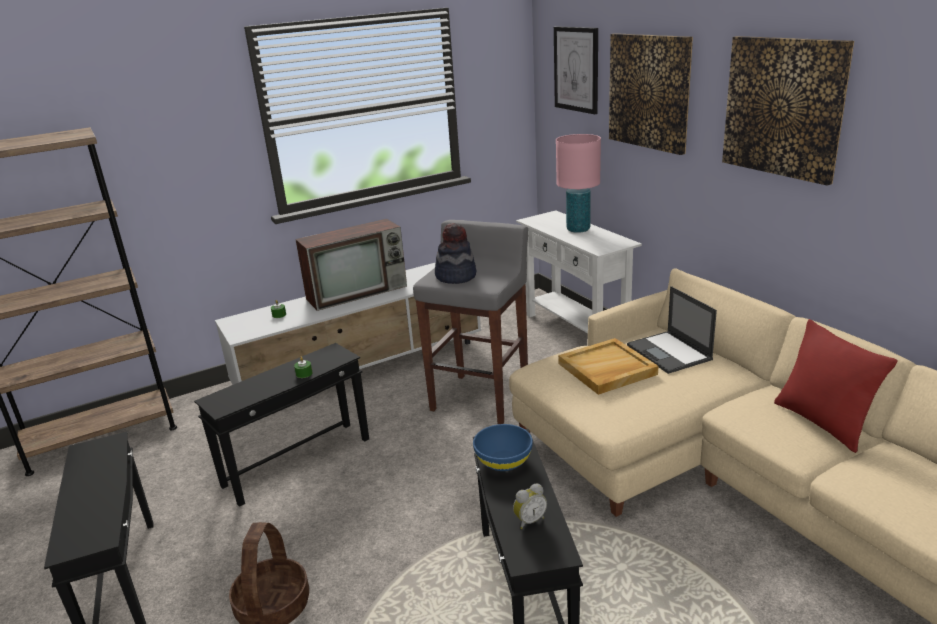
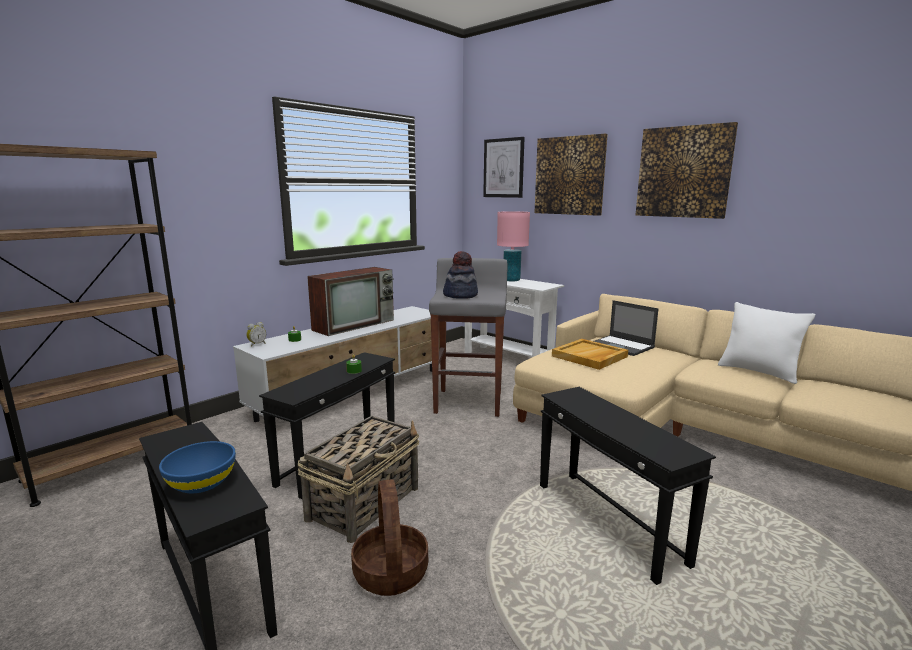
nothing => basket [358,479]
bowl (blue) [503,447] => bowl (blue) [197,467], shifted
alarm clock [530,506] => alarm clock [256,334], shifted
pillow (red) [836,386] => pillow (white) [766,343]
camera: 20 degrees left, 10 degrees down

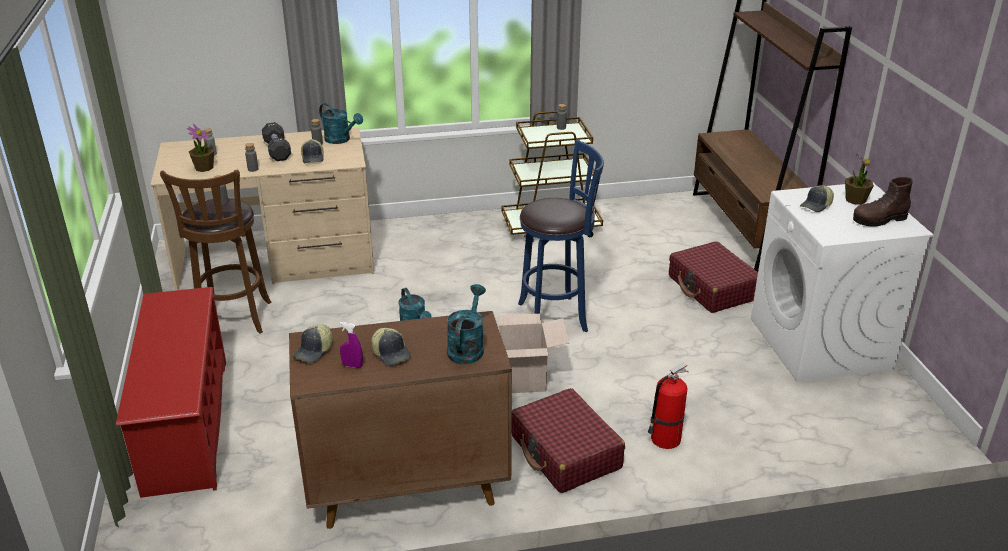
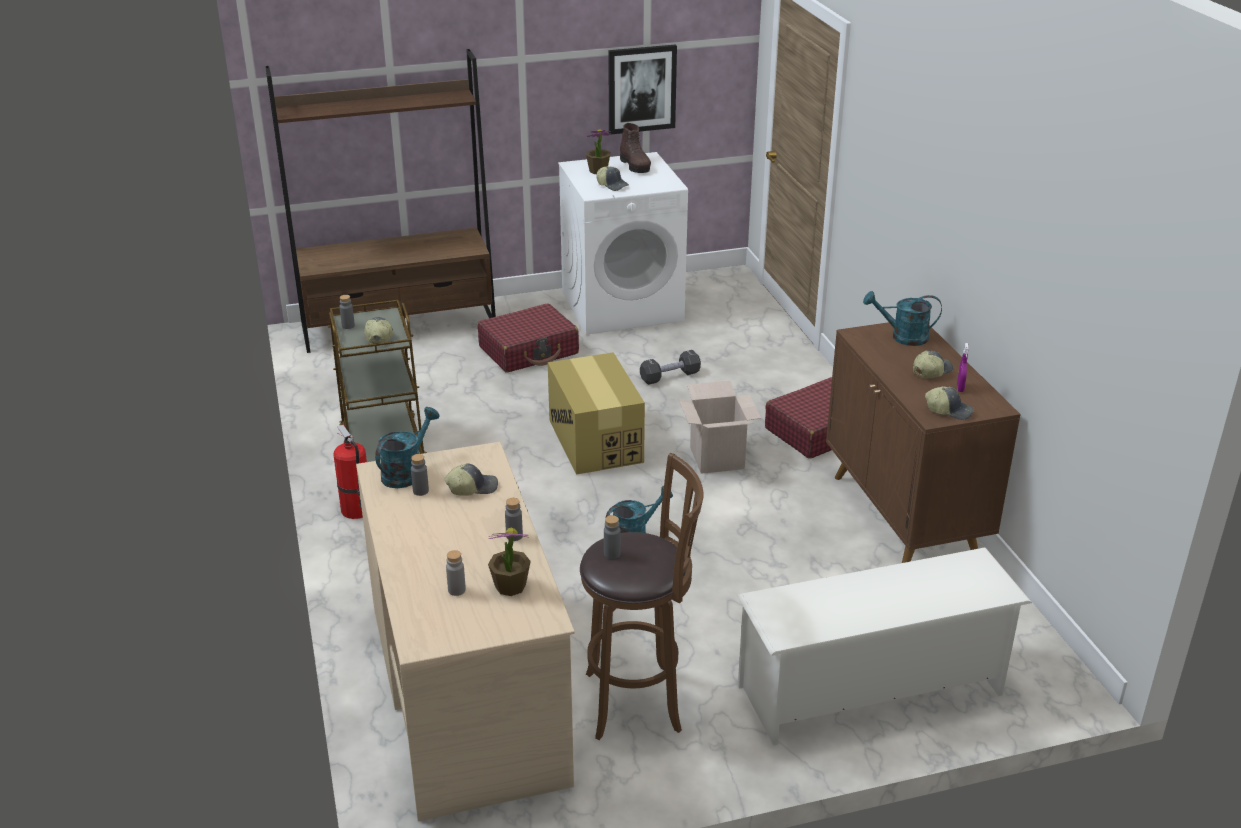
nothing => cap [378,330]
nothing => picture [642,89]
dumbbell (black) [276,141] => dumbbell (black) [670,367], shifted
fire extinguisher [668,405] => fire extinguisher [350,472], shifted
stool (blue) [561,235] => cardboard box [596,413]
shoe rack (red) [171,392] => shoe rack (white) [884,647]
camera: 95 degrees left, 0 degrees up

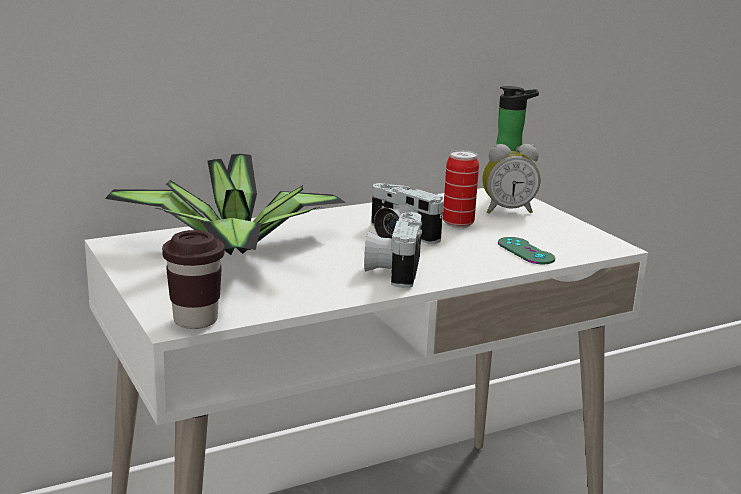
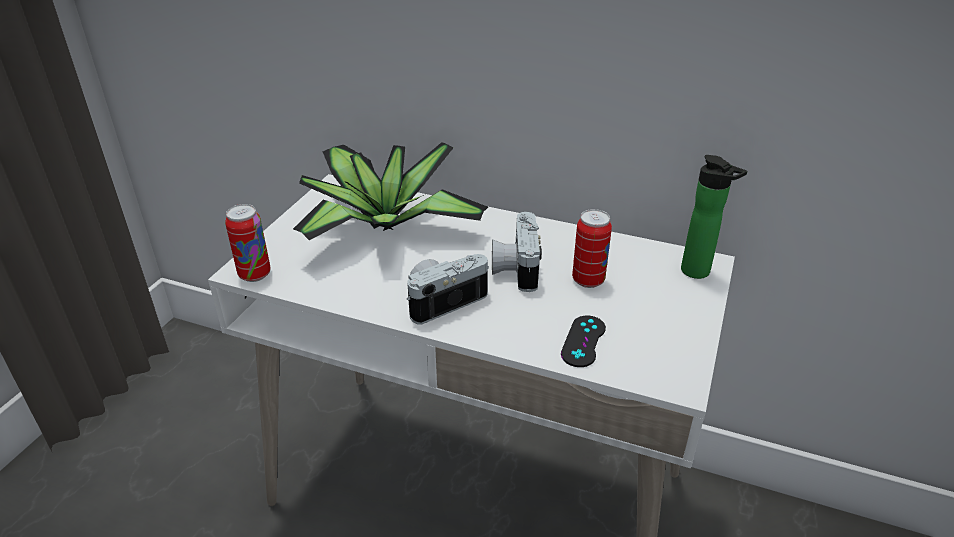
alarm clock [512,179] => nothing
cup (brown) [193,279] => can [248,243]
game controller (green) [526,250] => game controller (black) [583,341]
camera: 50 degrees right, 15 degrees up

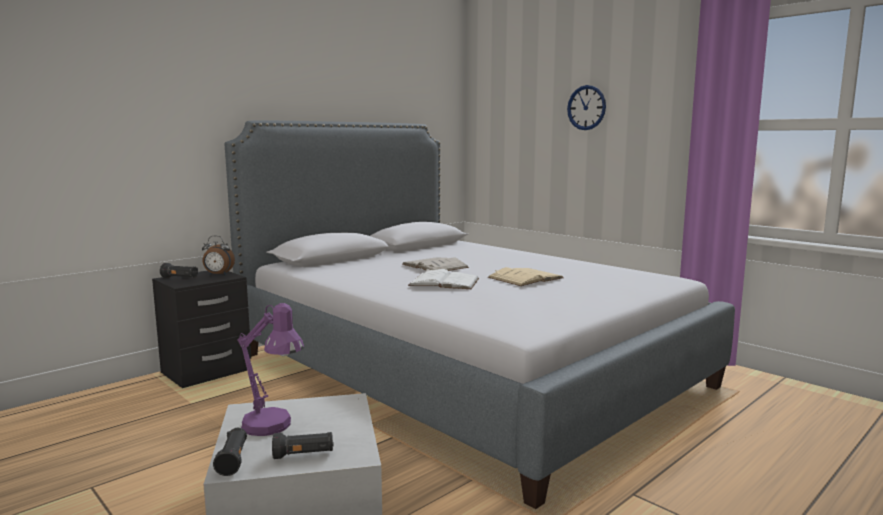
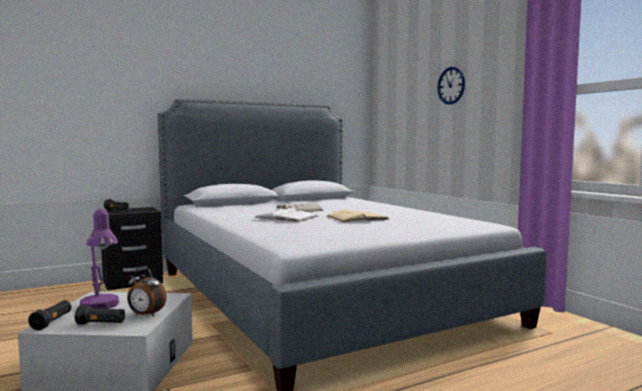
alarm clock [218,255] => alarm clock [147,292], shifted
camera: 15 degrees right, 5 degrees down

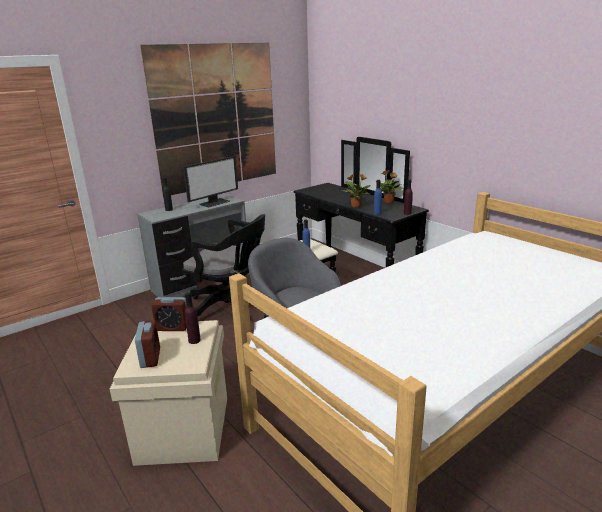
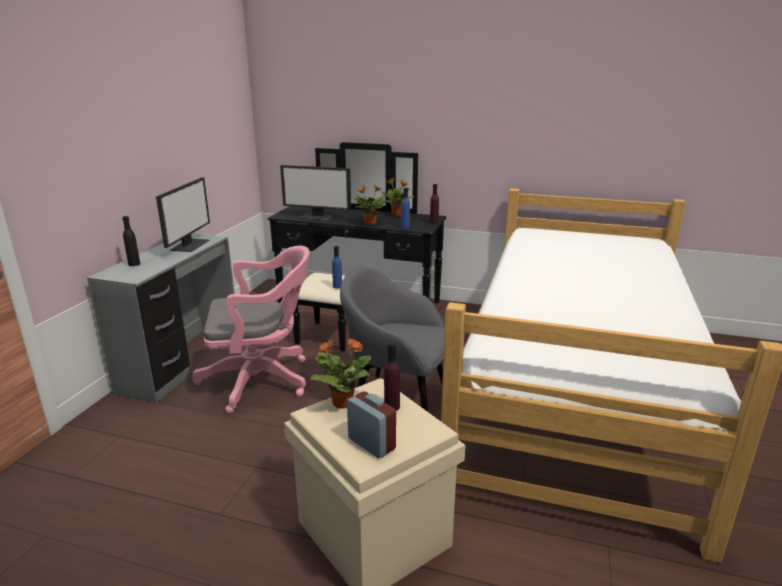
picture [208,119] => nothing
nothing => monitor [315,192]
alarm clock [169,314] => potted plant [340,373]
office chair (black) [223,265] => office chair (pink) [250,330]
camera: 35 degrees left, 0 degrees up

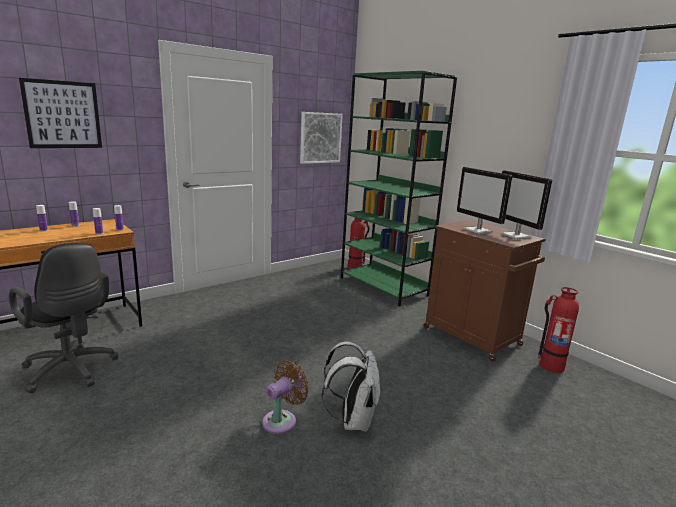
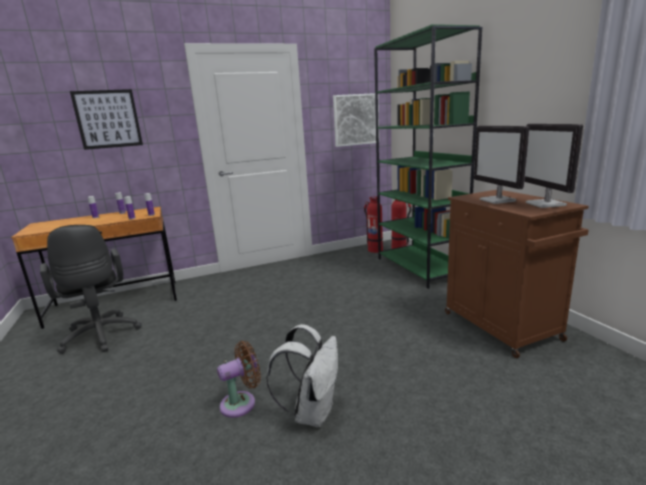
fire extinguisher [558,330] => fire extinguisher [373,224], shifted
camera: 20 degrees right, 0 degrees up

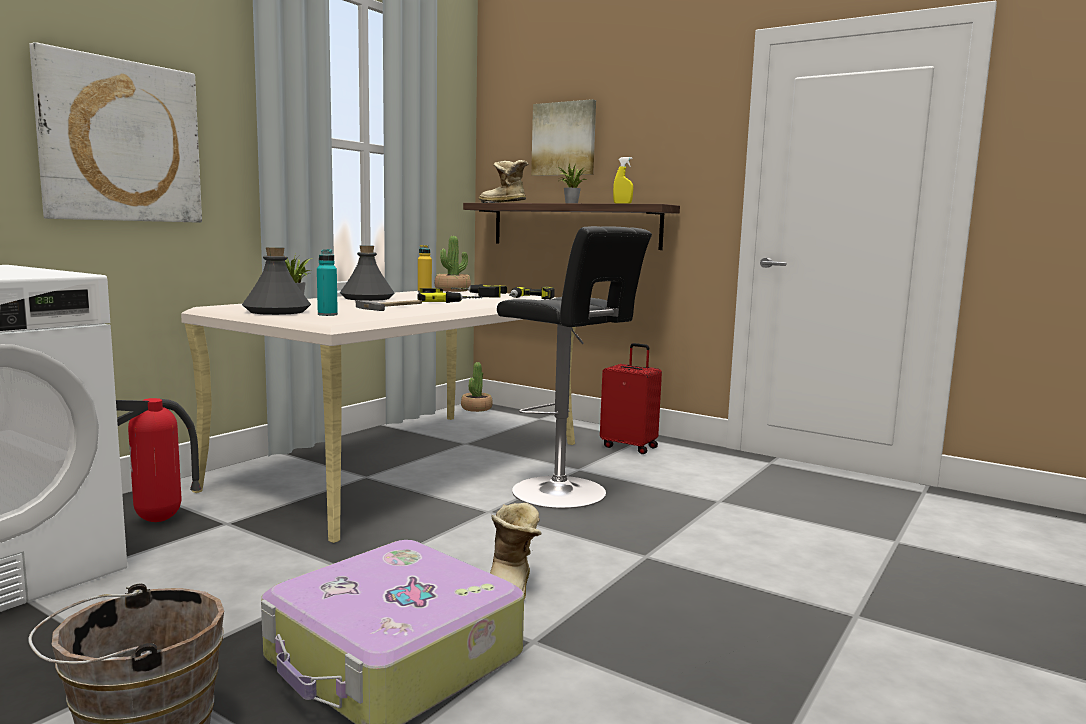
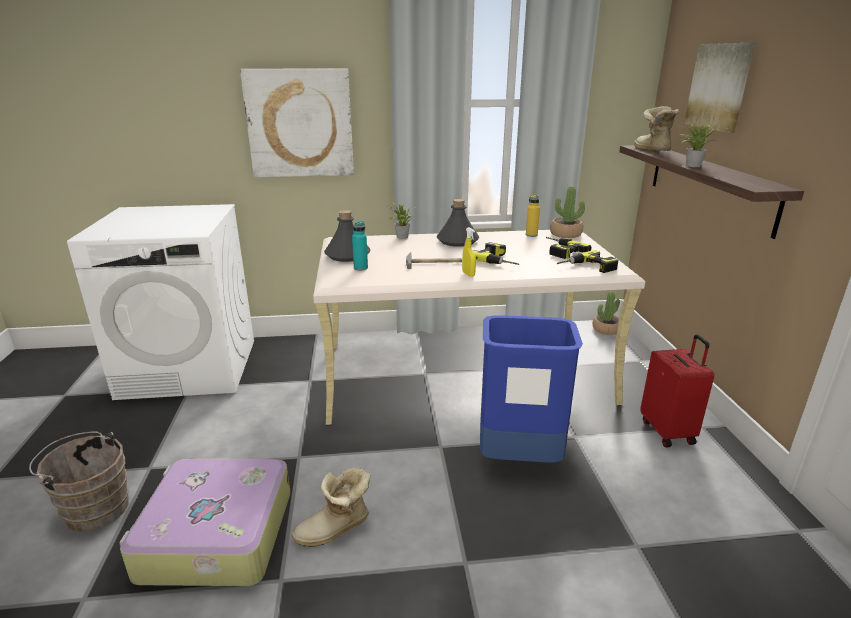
fire extinguisher [158,460] => nothing
spray bottle (yellow) [623,180] => spray bottle (yellow) [469,252], shifted
stool (black) [574,367] => trash can (blue) [531,388]
camera: 50 degrees right, 15 degrees up

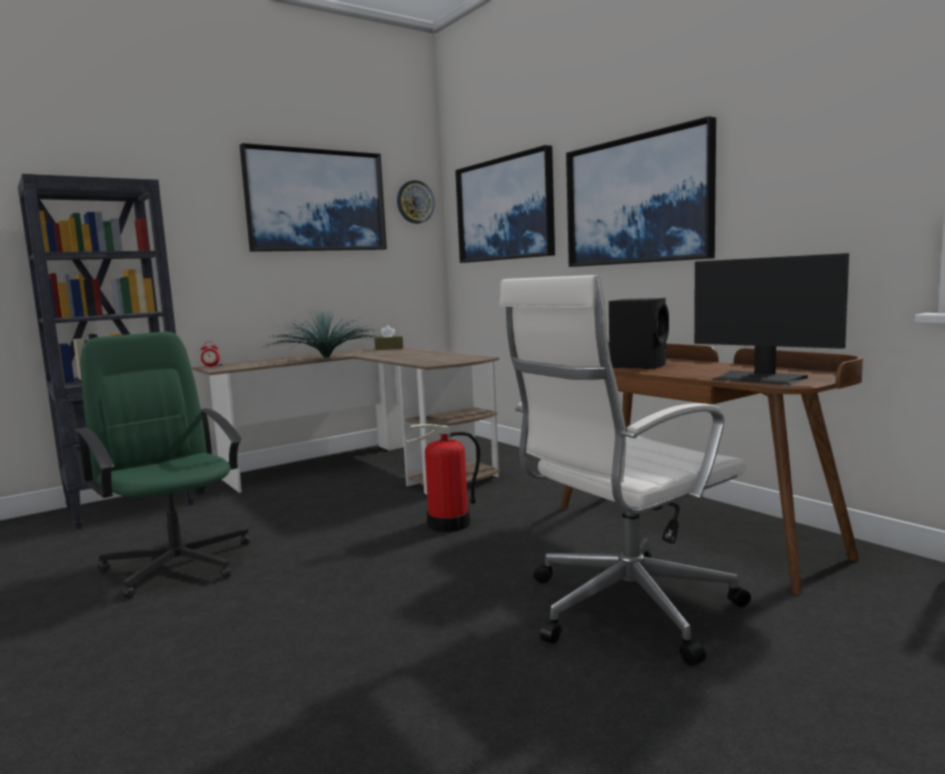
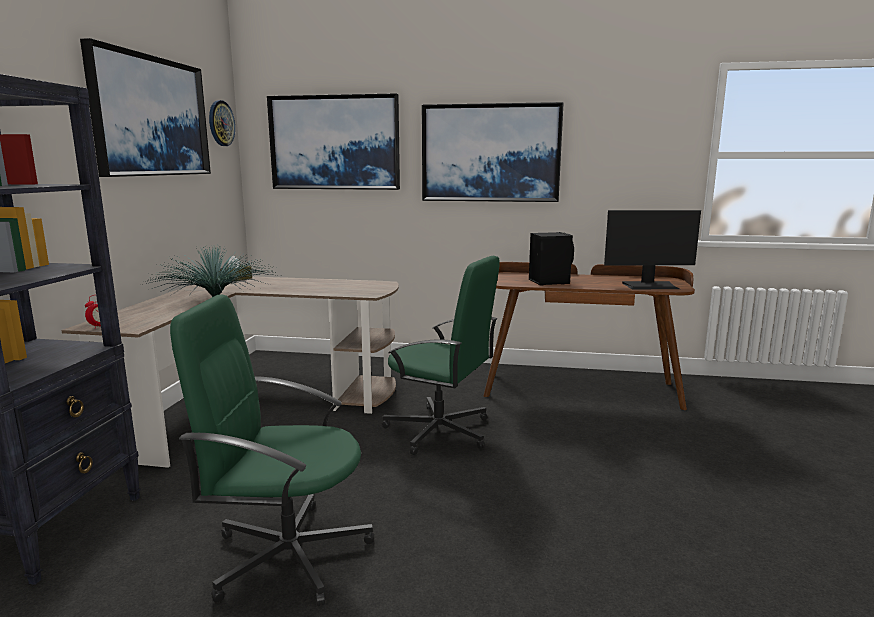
office chair (white) [625,470] => nothing
fire extinguisher [443,478] => office chair (green) [441,355]
camera: 45 degrees left, 5 degrees up

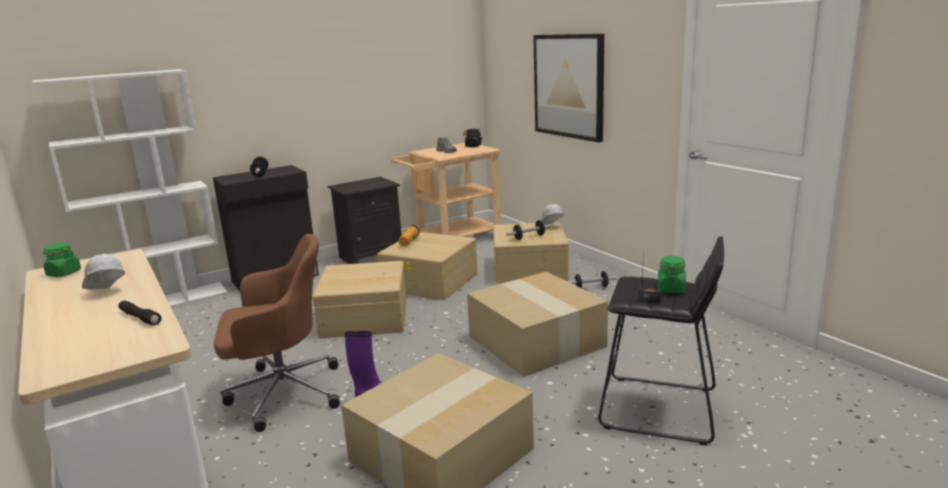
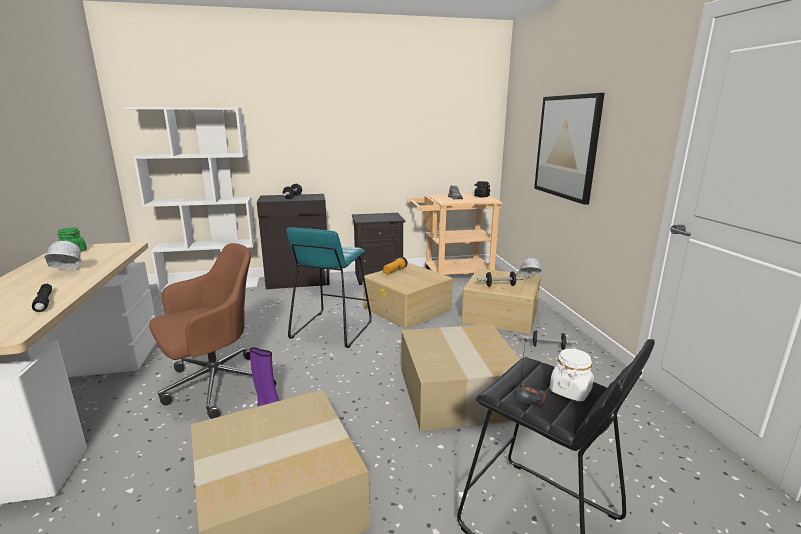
storage box (beige) [359,300] => stool (turquoise) [328,287]
jar (green) [671,274] => jar (white) [571,375]
office chair (brown) [277,333] => office chair (brown) [212,331], 45 degrees counterclockwise
camera: 20 degrees right, 0 degrees up

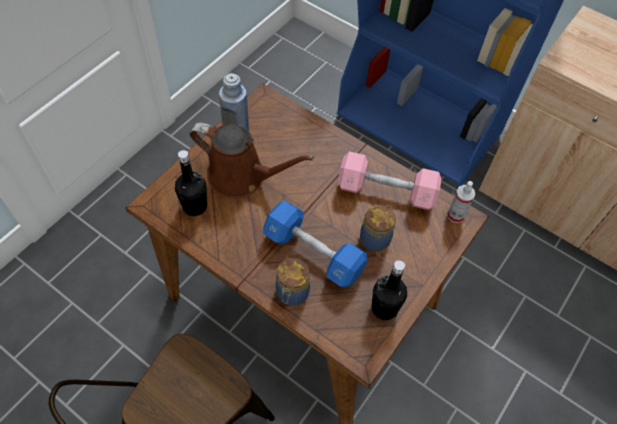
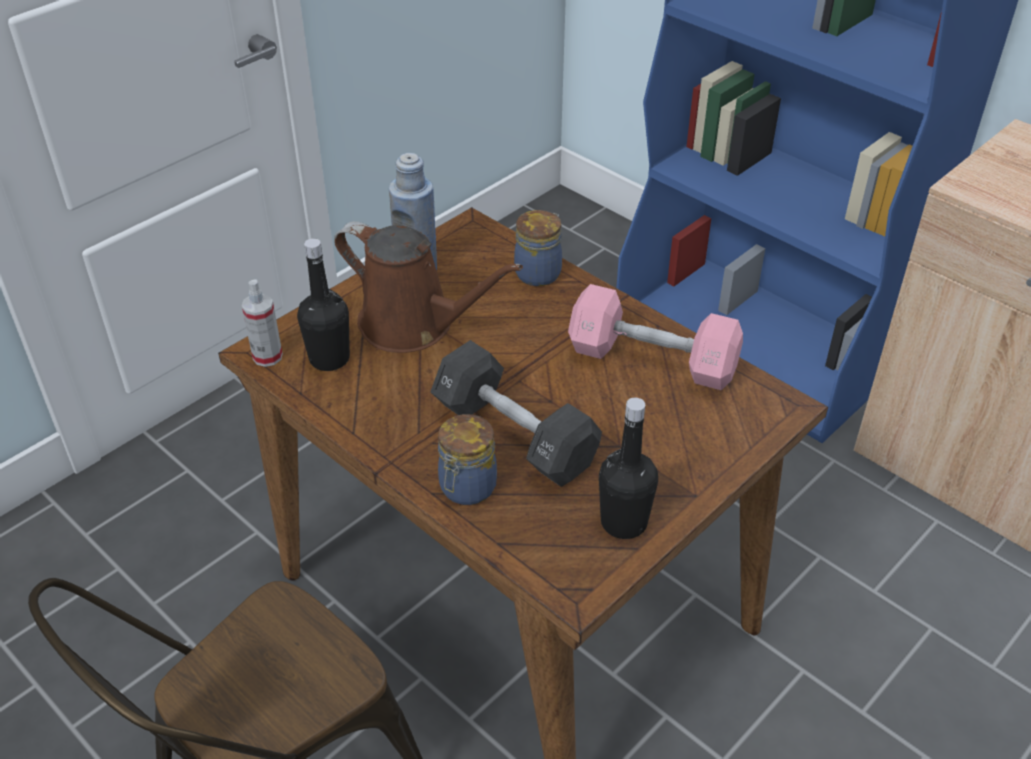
jar [378,228] => jar [538,248], shifted
spray bottle [461,202] => spray bottle [262,323], shifted
dumbbell (blue) [315,244] => dumbbell (black) [516,413]
camera: 10 degrees right, 15 degrees down

